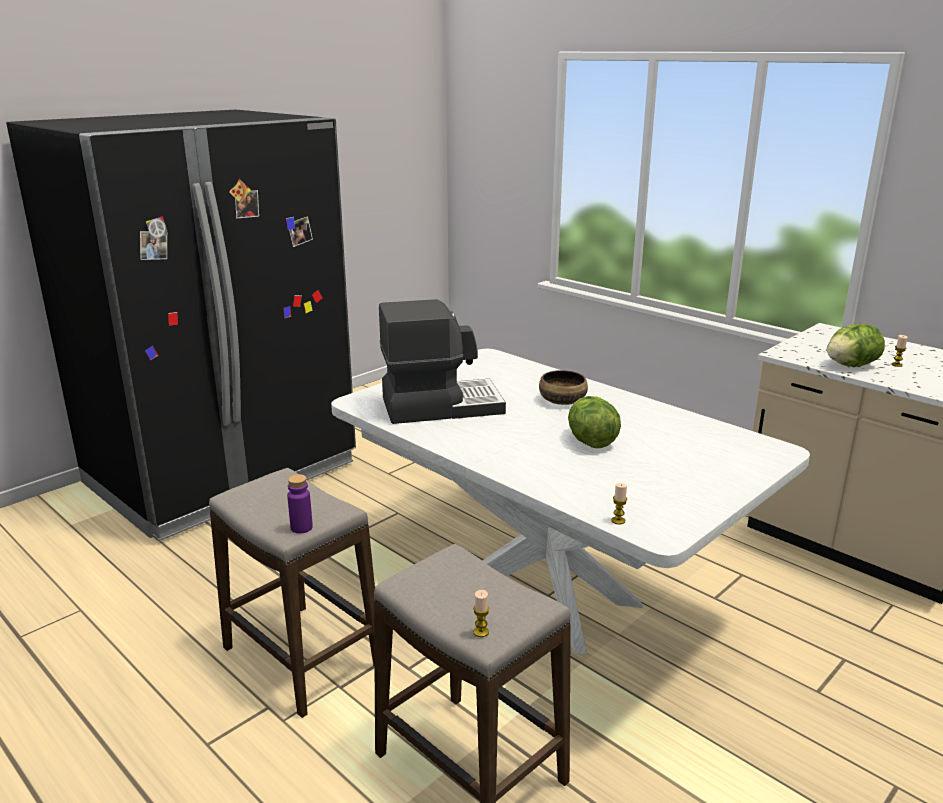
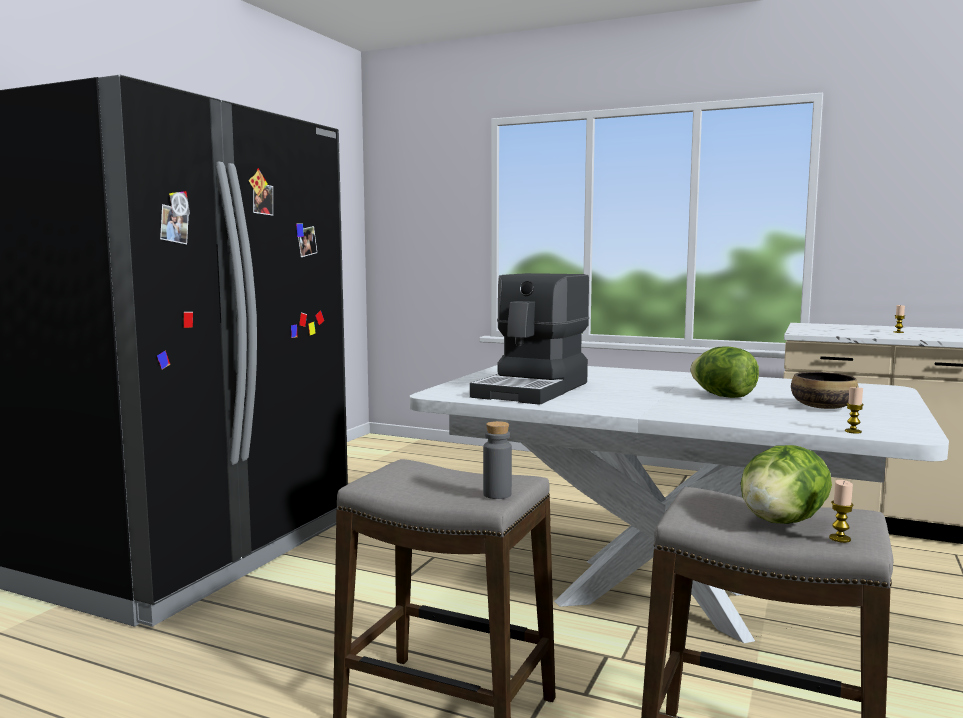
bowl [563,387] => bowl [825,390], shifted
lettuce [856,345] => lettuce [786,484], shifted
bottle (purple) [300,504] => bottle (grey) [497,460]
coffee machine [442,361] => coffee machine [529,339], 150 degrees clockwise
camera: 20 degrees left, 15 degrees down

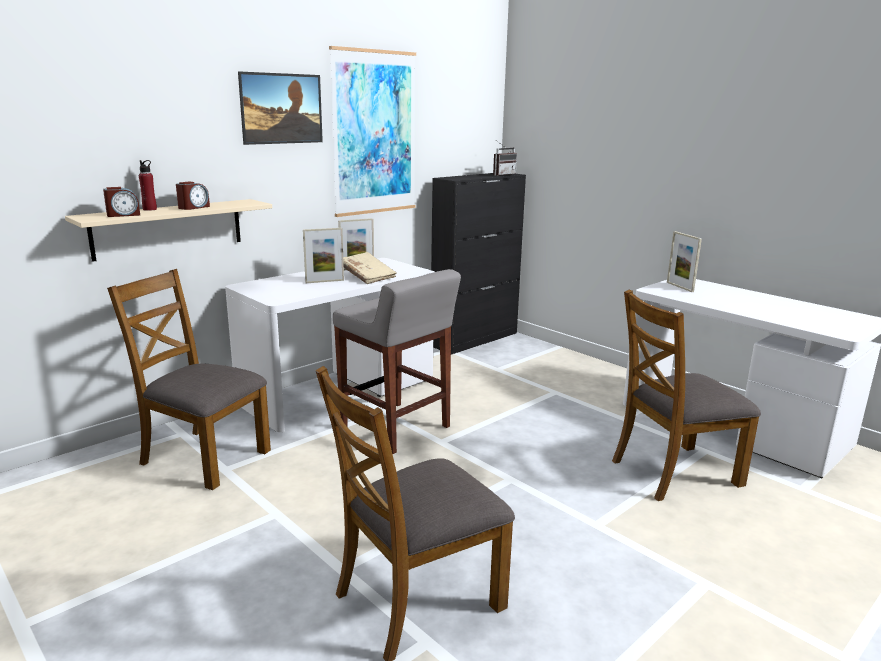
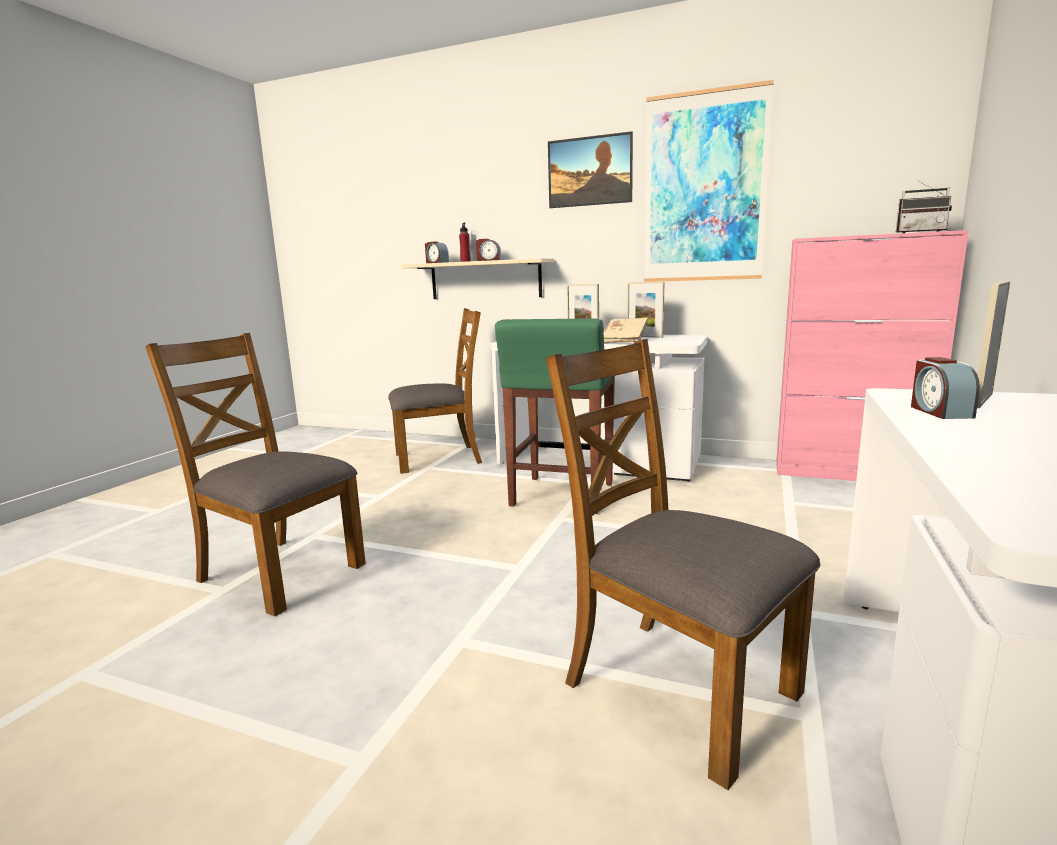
nothing => alarm clock [945,388]
stool (grey) [397,361] => stool (green) [555,416]
cabinet (black) [478,264] => cabinet (pink) [872,355]
chair (brown) [189,379] => chair (brown) [435,391], 75 degrees clockwise
camera: 65 degrees right, 5 degrees down

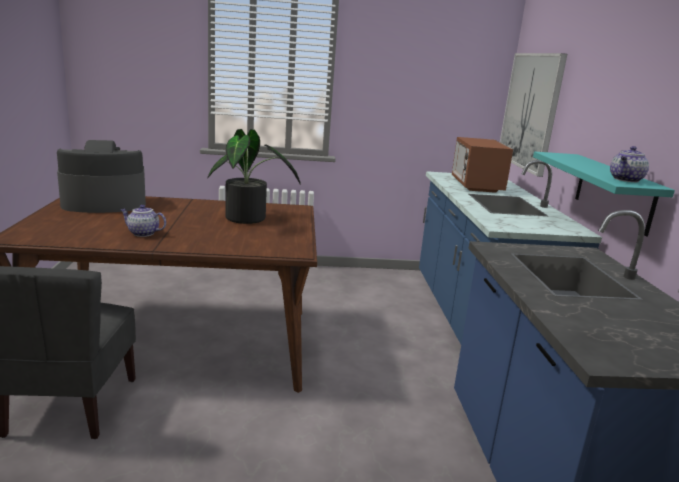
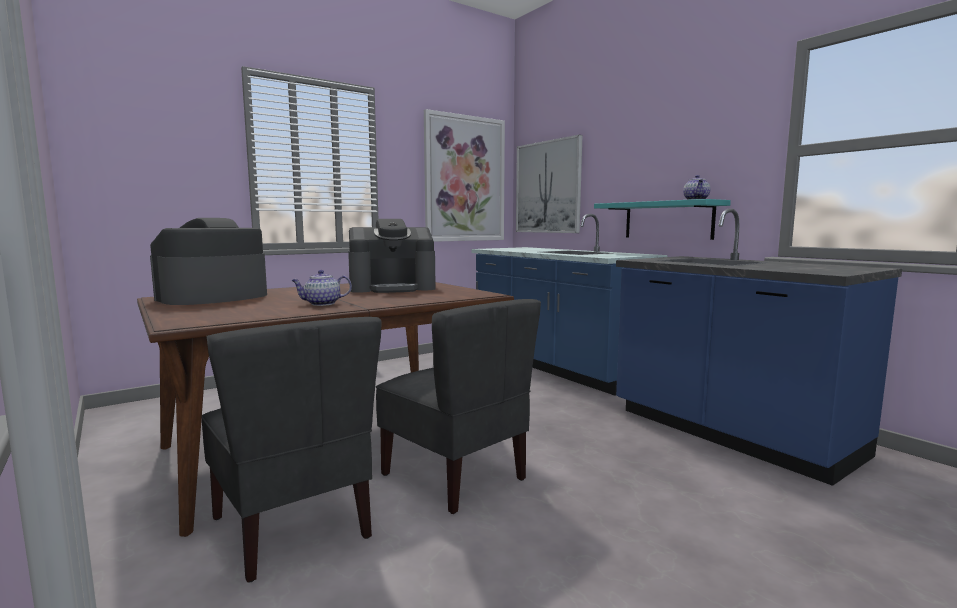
microwave [482,165] => nothing
nothing => chair (grey) [458,406]
nothing => picture [464,175]
potted plant [254,176] => coffee machine [392,256]
camera: 30 degrees left, 10 degrees down

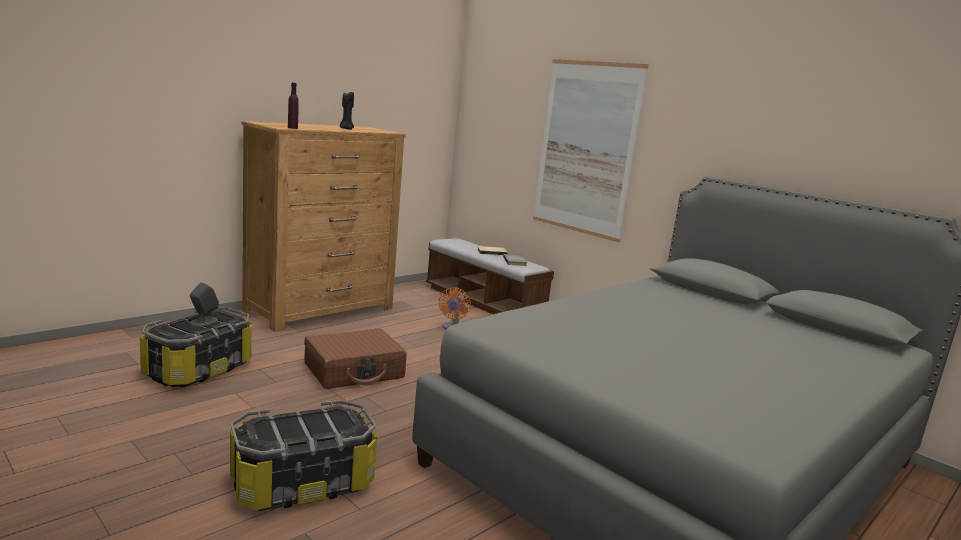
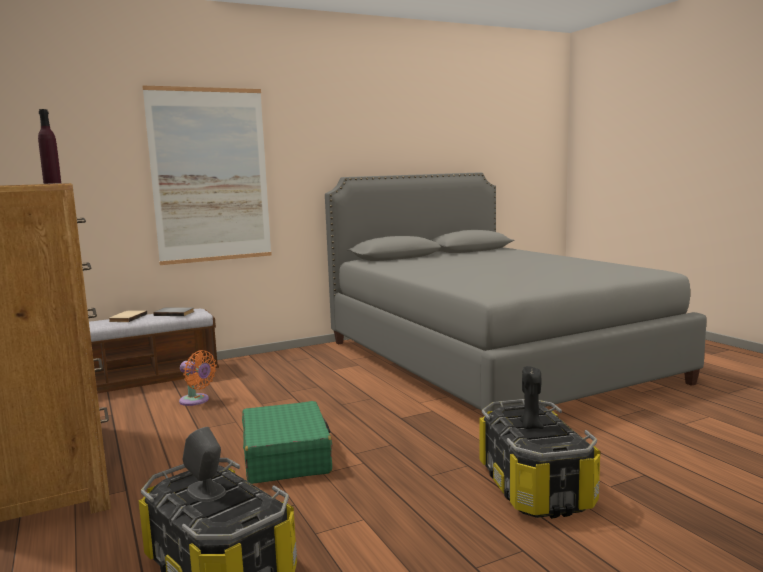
candle (black) [347,110] => candle (black) [532,397], shifted
suitcase (brown) [355,358] => suitcase (green) [287,442]
camera: 70 degrees left, 5 degrees down

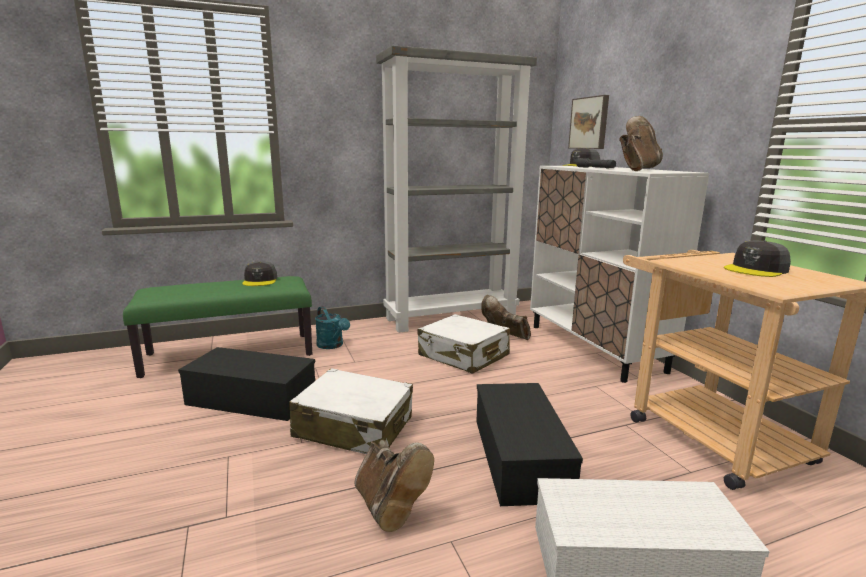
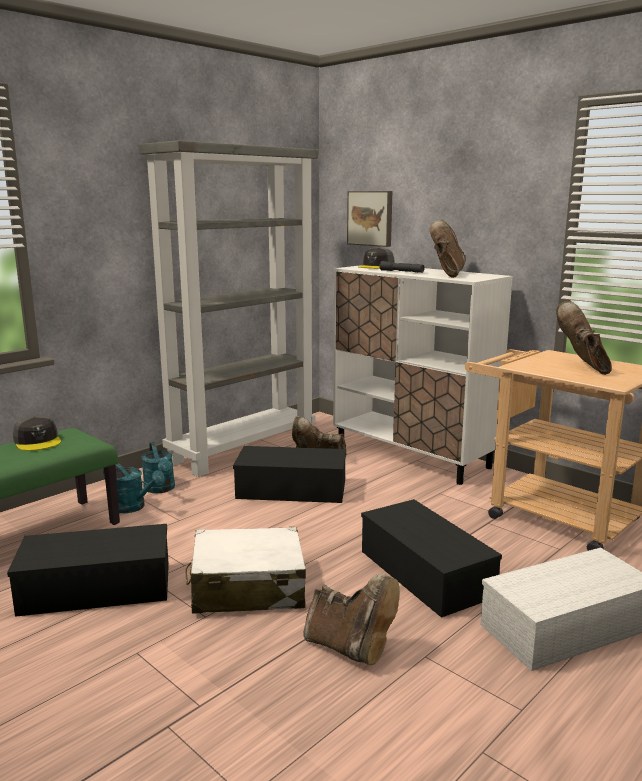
nothing => watering can (turquoise) [158,467]
suitcase (white) [464,344] => storage box (black) [289,474]
cap (grey) [757,259] => boot (brown) [584,338]
camera: 25 degrees left, 0 degrees up

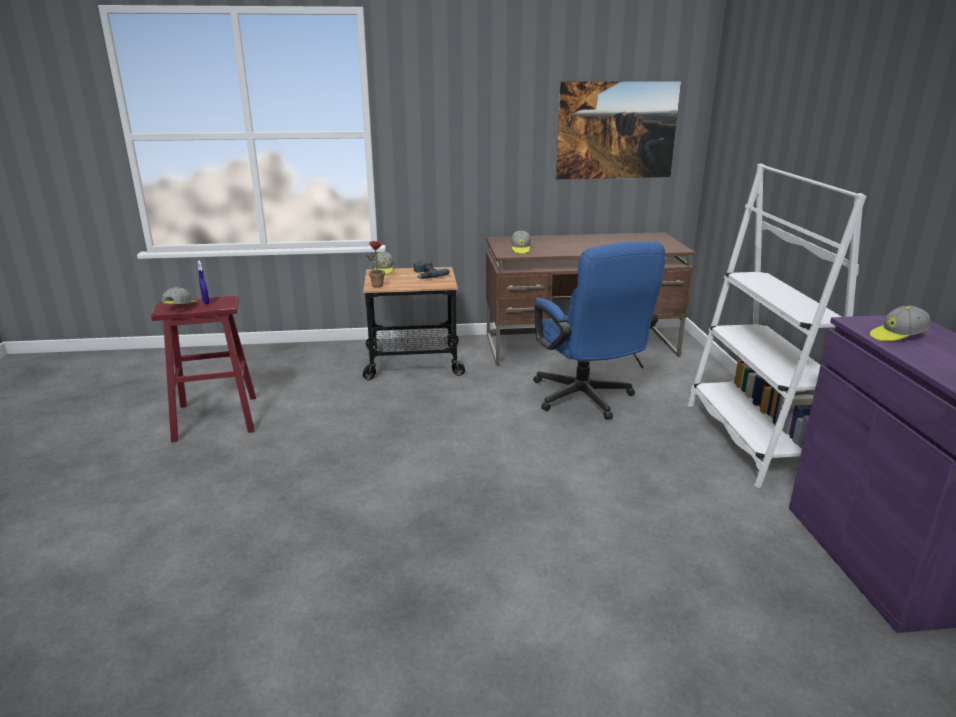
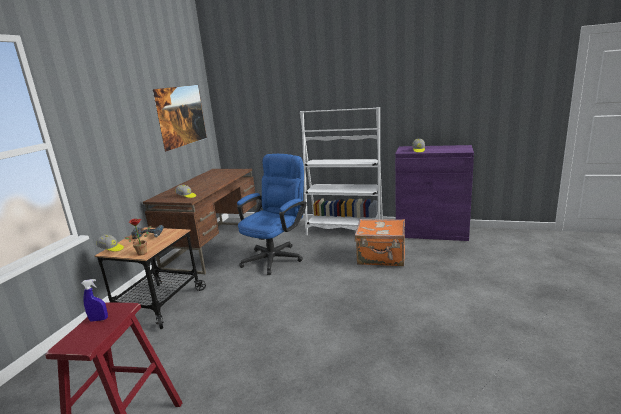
cap [179,295] => nothing
nothing => suitcase (orange) [380,242]
office chair (blue) [599,330] => office chair (blue) [272,214], 60 degrees counterclockwise
camera: 65 degrees left, 5 degrees down

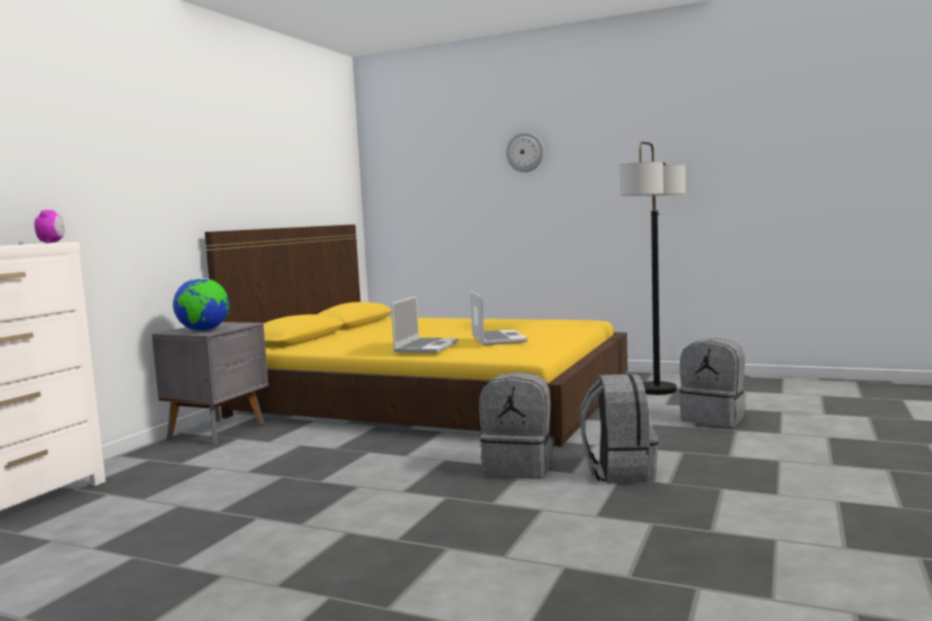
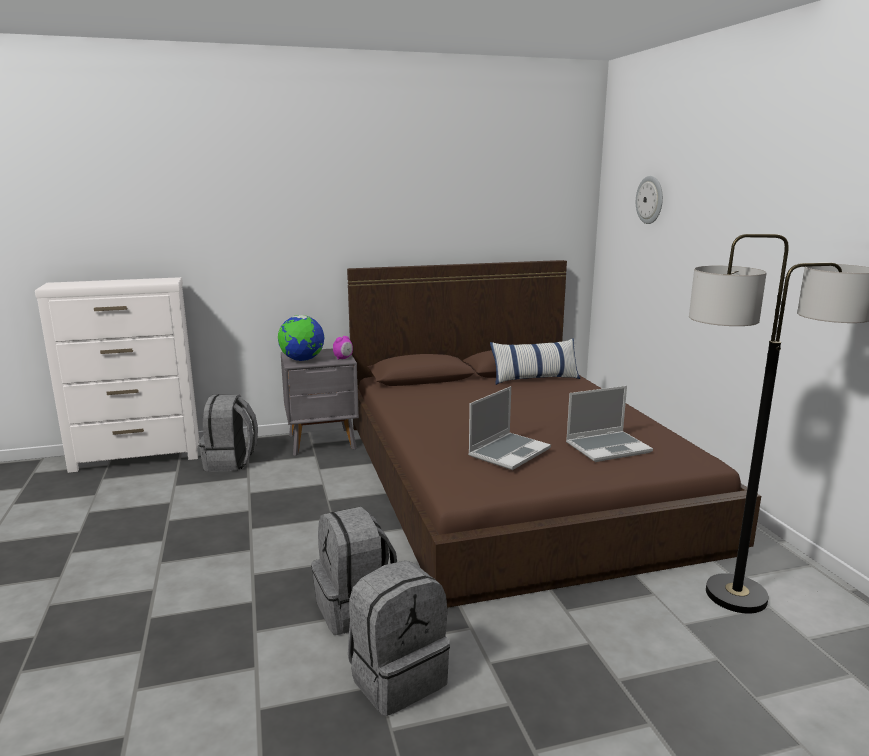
nothing => pillow [535,361]
alarm clock [49,226] => alarm clock [343,348], shifted
laptop [424,324] => laptop [609,424], shifted
wall clock [525,152] => wall clock [649,200], shifted
backpack (grey) [712,382] => backpack (grey) [228,433], shifted
bed (yellow) [416,335] => bed (brown) [554,434]
camera: 50 degrees right, 10 degrees up

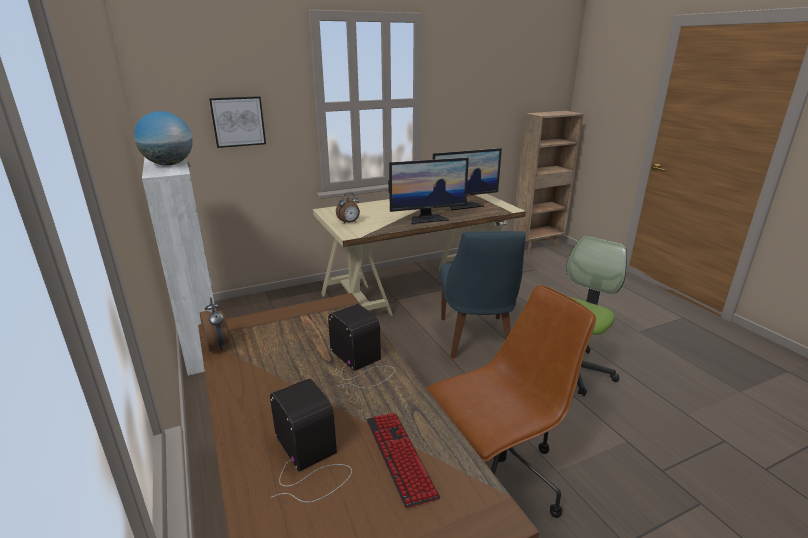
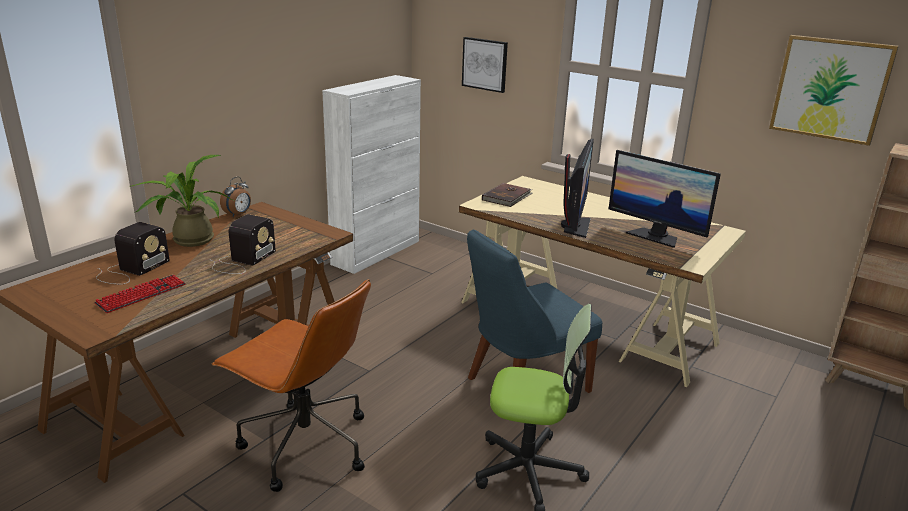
globe [163,138] => nothing
nothing => potted plant [180,201]
nothing => picture [834,90]
alarm clock [348,208] => book (brown) [507,195]
monitor [428,191] => monitor [577,188], 120 degrees counterclockwise
camera: 60 degrees right, 0 degrees up

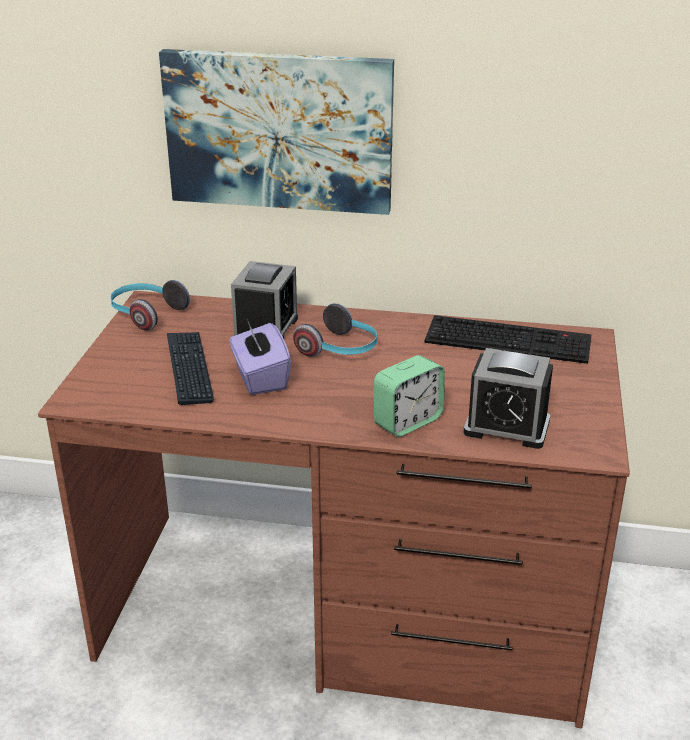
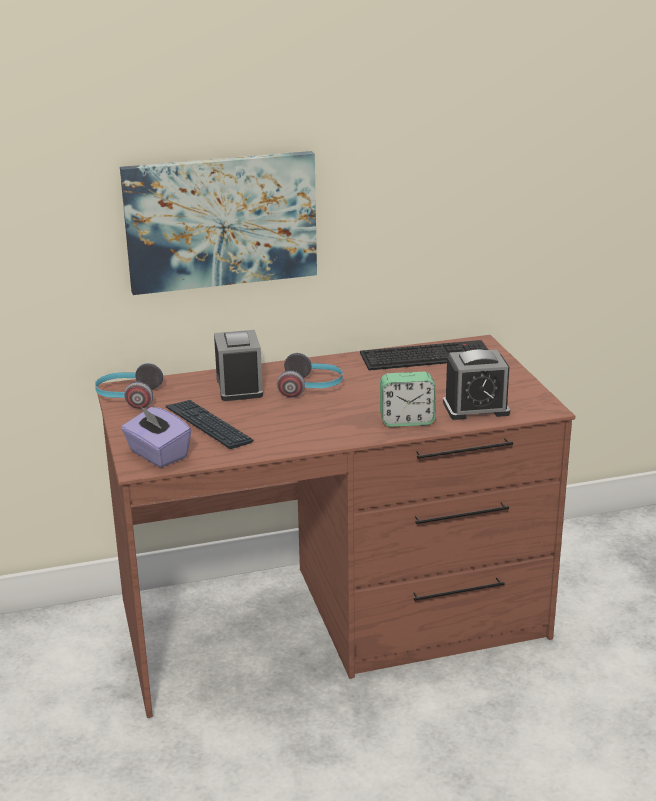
tissue box (purple) [260,358] => tissue box (purple) [156,437], shifted
alarm clock [409,396] => alarm clock [408,399], 60 degrees clockwise
camera: 25 degrees left, 5 degrees down

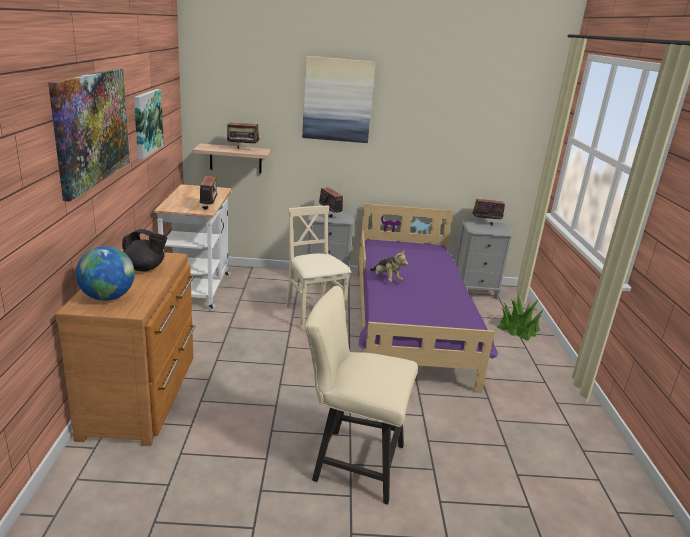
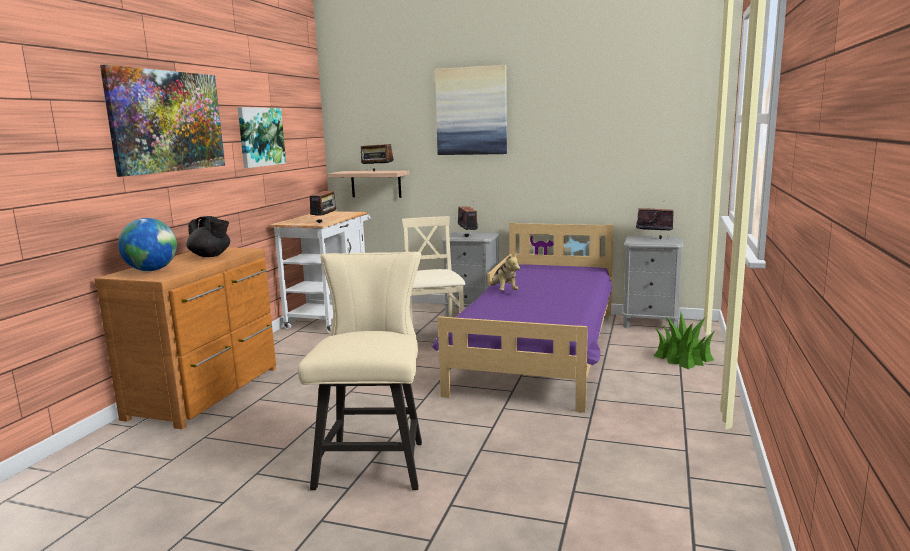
chair (beige) [361,395] => chair (beige) [360,371], 60 degrees clockwise
camera: 20 degrees right, 10 degrees down

